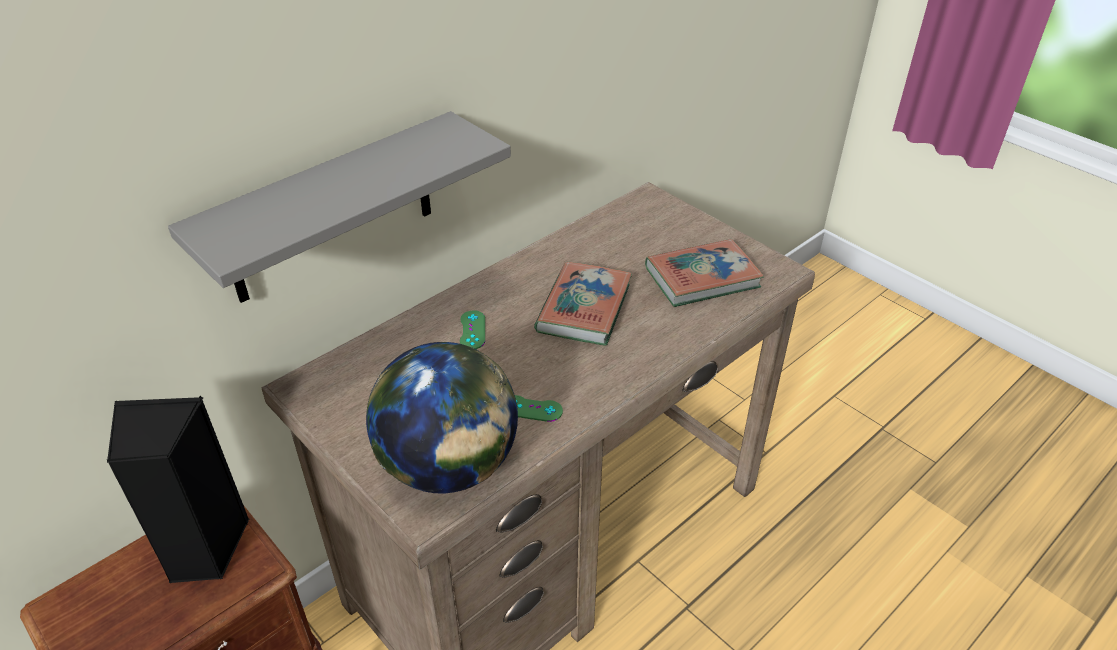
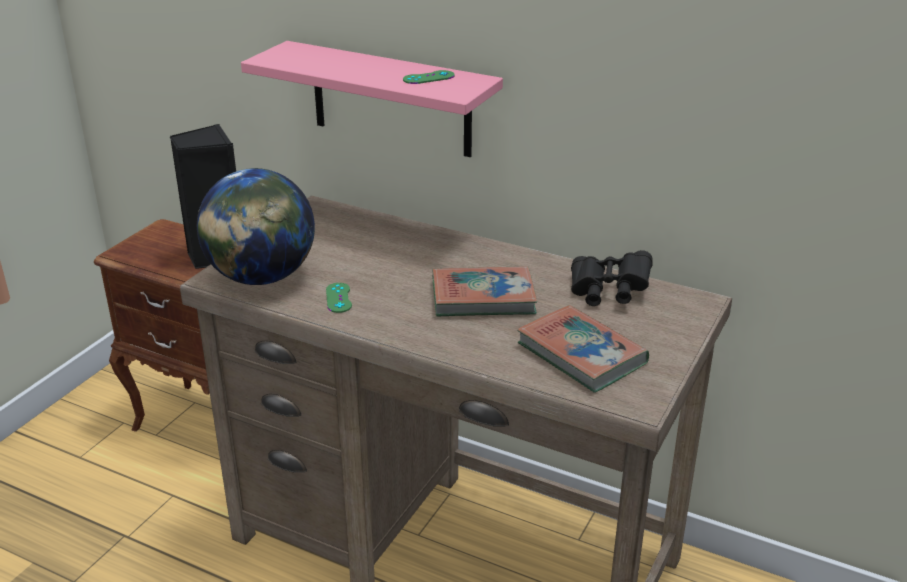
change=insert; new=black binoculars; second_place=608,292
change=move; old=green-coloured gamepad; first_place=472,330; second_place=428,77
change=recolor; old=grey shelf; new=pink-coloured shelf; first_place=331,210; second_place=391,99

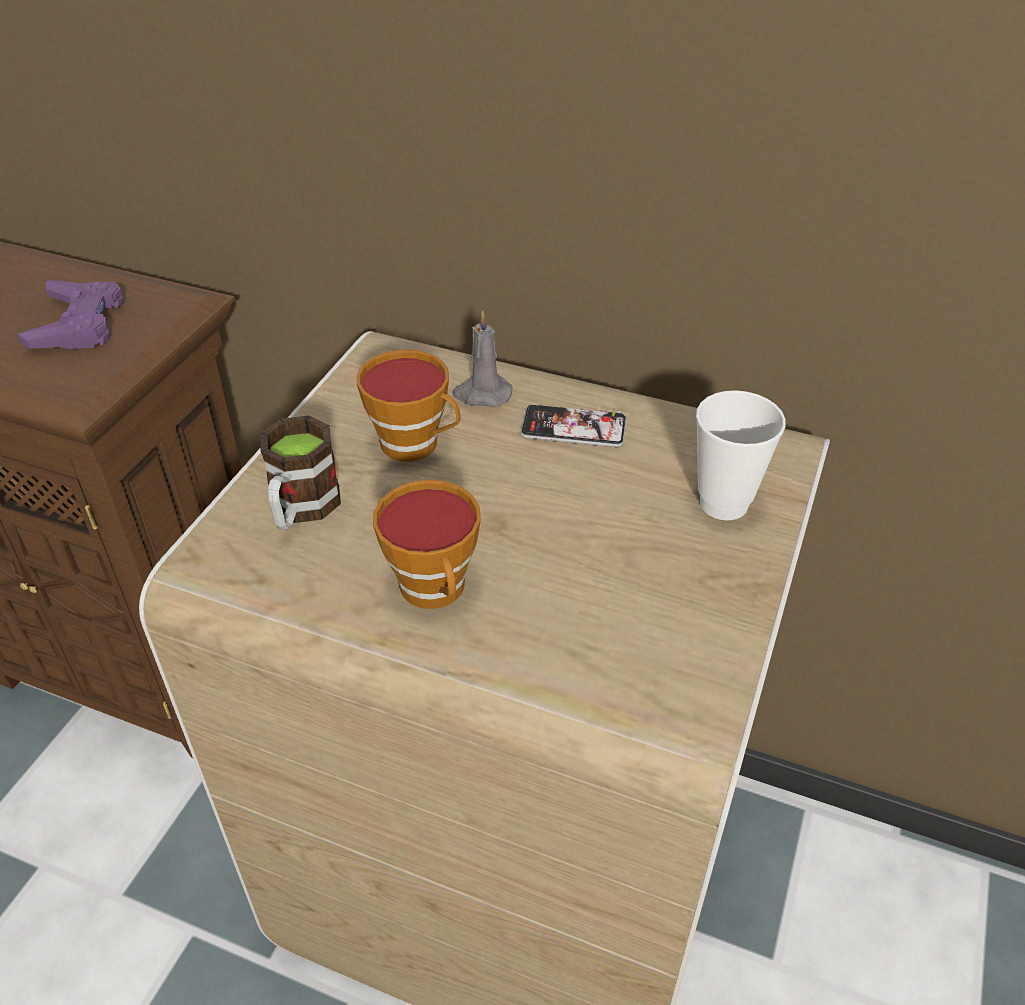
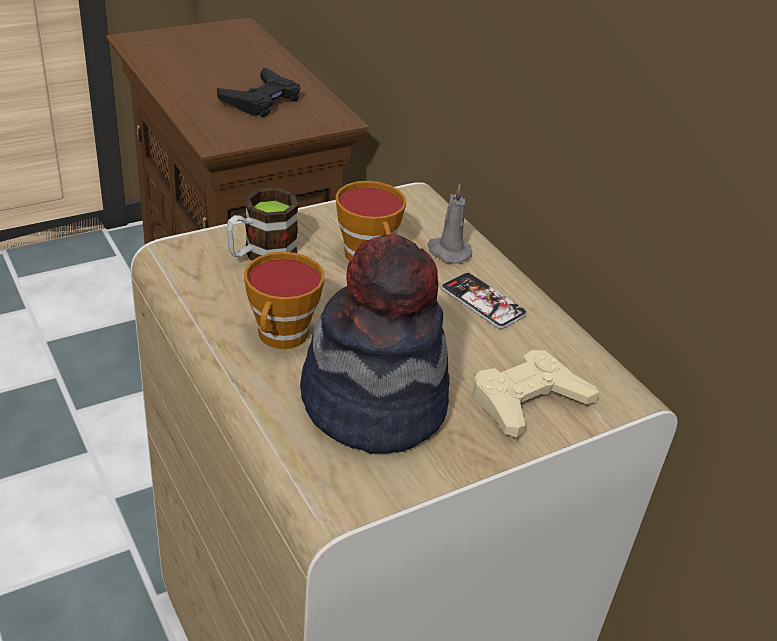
change=insert; new=hat; second_place=373,403
change=replace; old=small cup; new=beige-coloured gamepad; first_place=723,503; second_place=528,400
change=recolor; old=purple gamepad; new=black gamepad; first_place=78,324; second_place=262,100

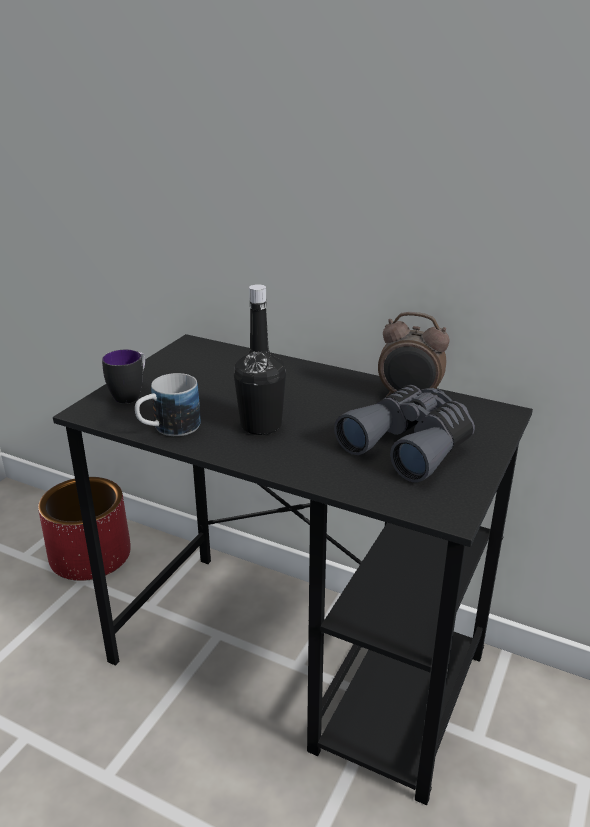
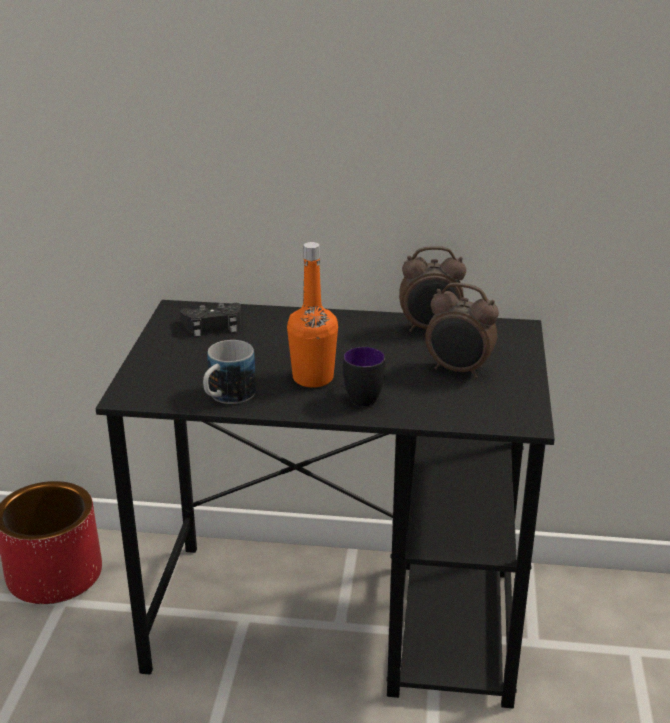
change=insert; new=black gamepad; second_place=213,325
change=move; old=tea mug; first_place=131,395; second_place=363,395
change=replace; old=grey binoculars; new=bedside clock; first_place=410,445; second_place=458,371
change=recolor; old=black bottle; new=orangey bottle; first_place=261,425; second_place=313,378

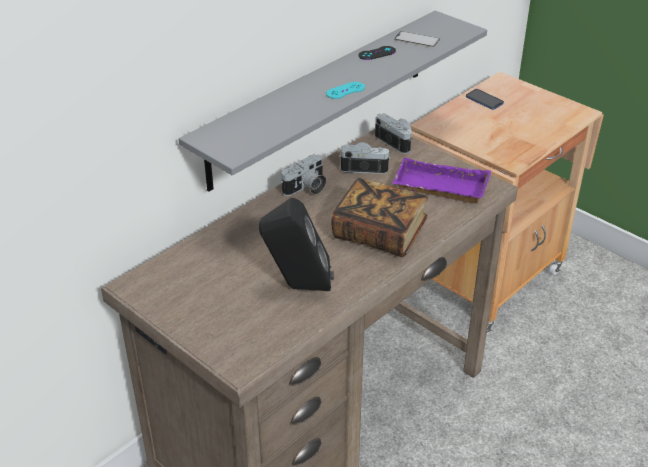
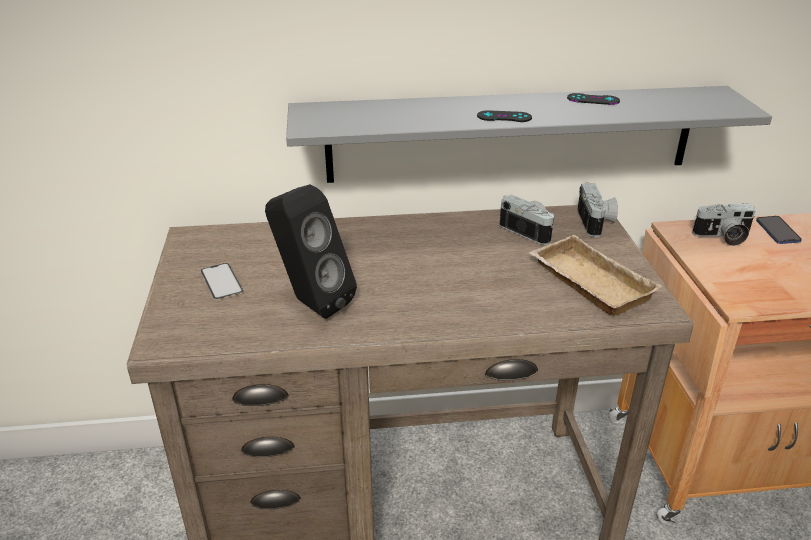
change=delete; old=book; first_place=379,233
change=move; old=still camera; first_place=306,188; second_place=722,237
change=move; old=telephone; first_place=417,39; second_place=221,281
change=recolor; old=turquoise gamepad; new=black gamepad; first_place=345,90; second_place=504,117
change=recolor; old=purple tray; new=beige-coloured tray; first_place=439,188; second_place=586,282

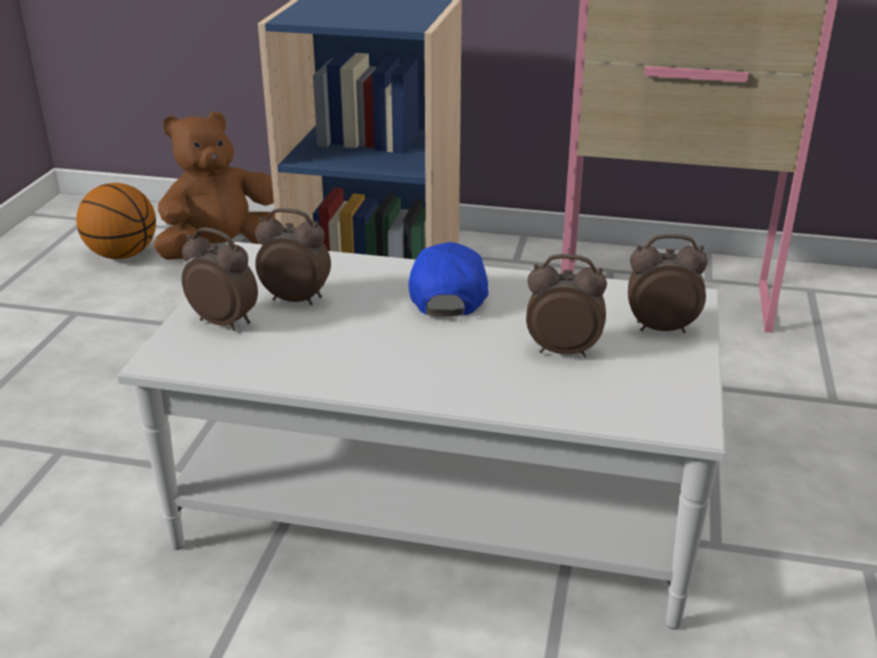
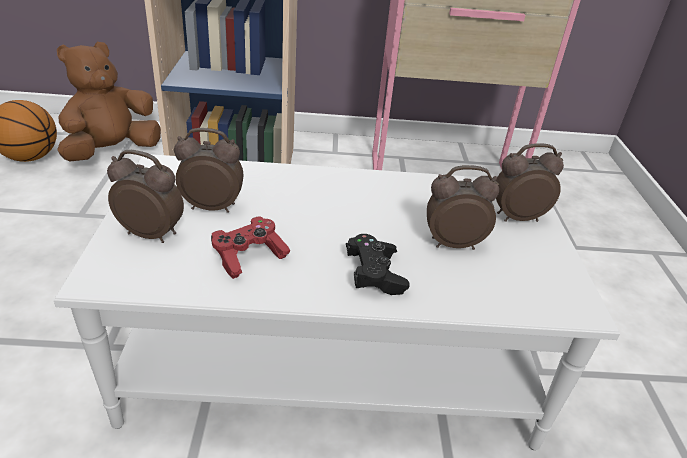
change=delete; old=blue peaked cap; first_place=449,294
change=insert; new=red gamepad; second_place=248,256
change=insert; new=black gamepad; second_place=374,274

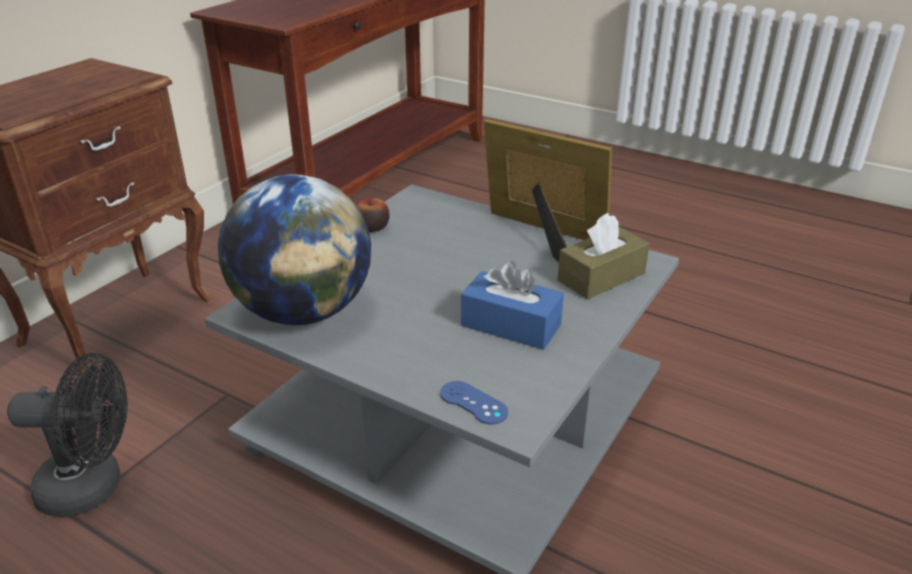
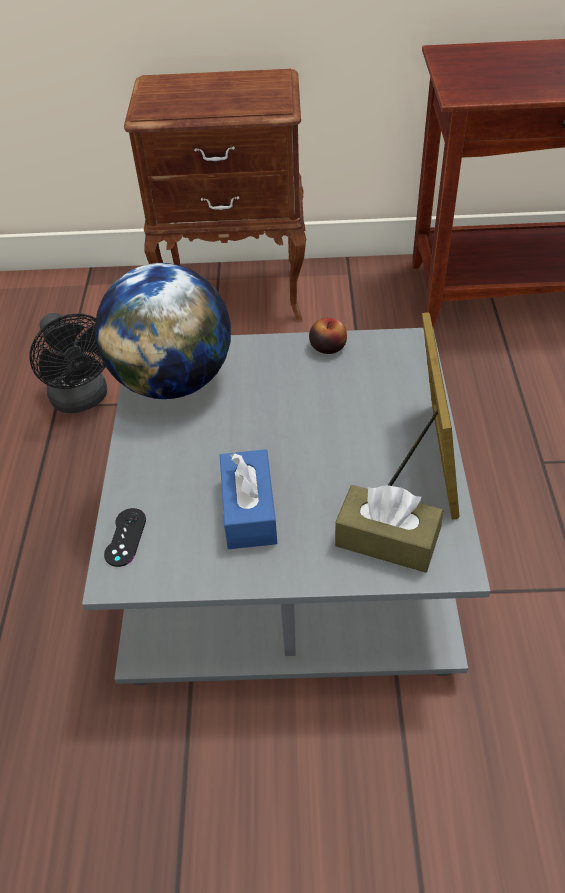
change=recolor; old=blue gamepad; new=black gamepad; first_place=473,403; second_place=125,537

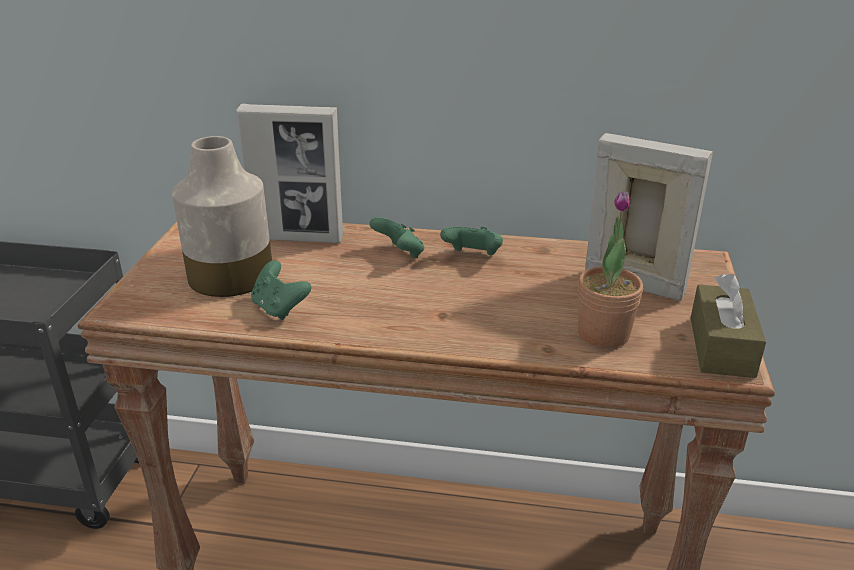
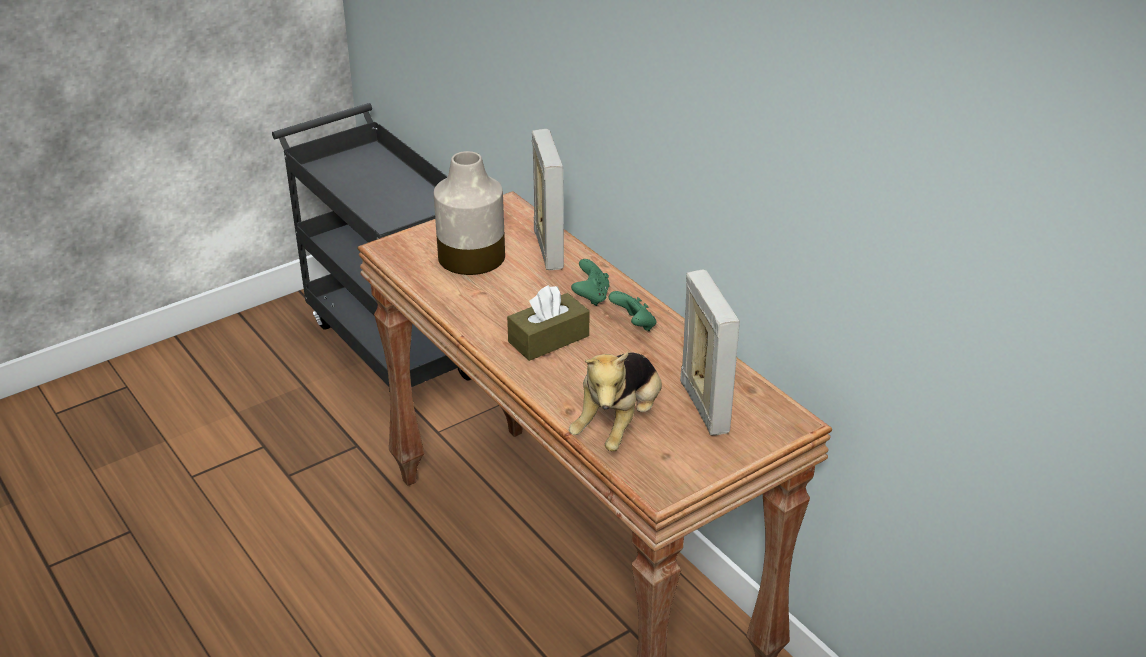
change=delete; old=green-coloured gamepad; first_place=279,308
change=move; old=brown-coloured tissue holder; first_place=721,346; second_place=548,339
change=replace; old=houseplant; new=plush toy; first_place=603,334; second_place=619,423
change=rotate; old=picture frame; first_place=298,238; second_place=548,249; degrees=-150

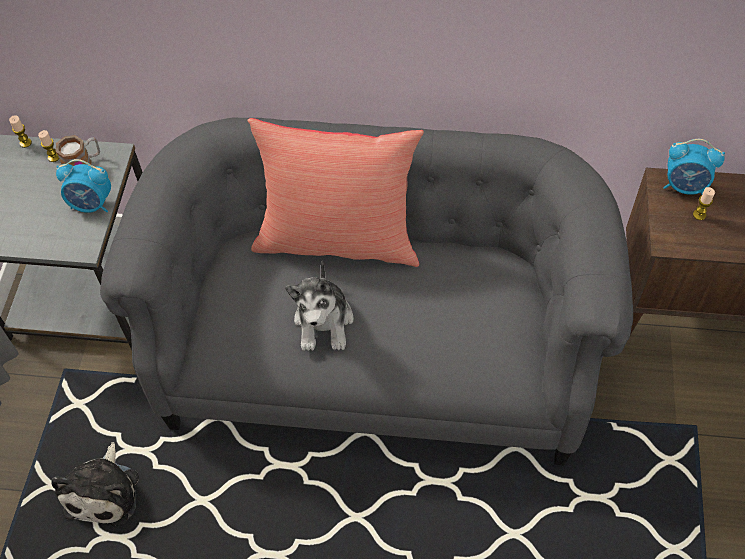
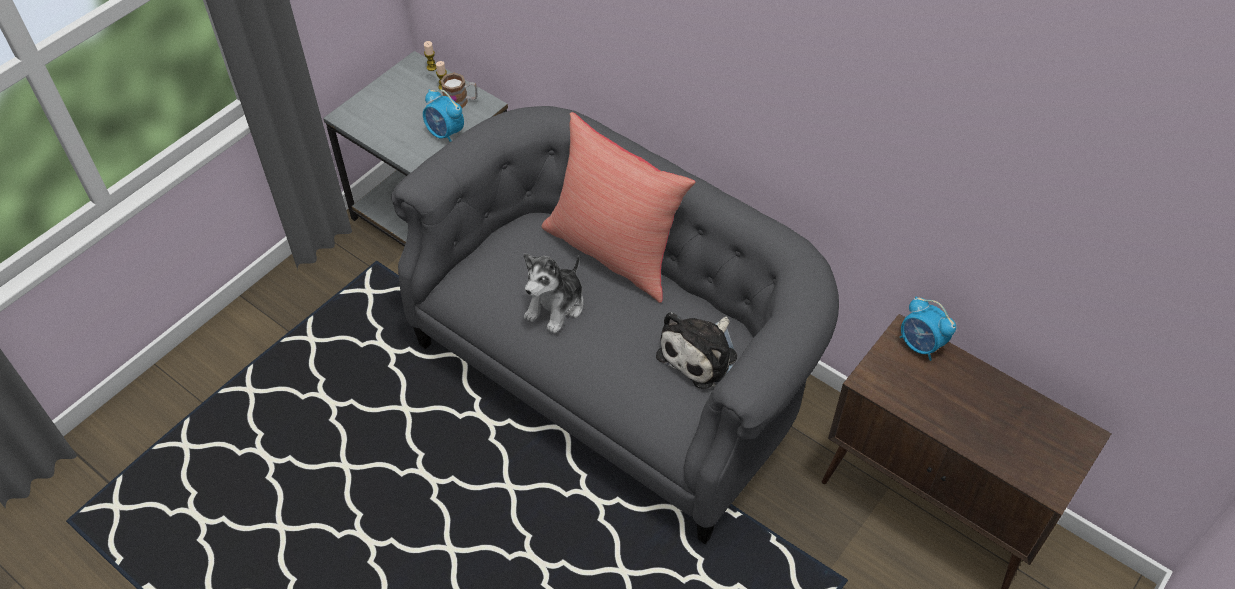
change=delete; old=candle; first_place=699,215
change=move; old=plush toy; first_place=104,490; second_place=701,354

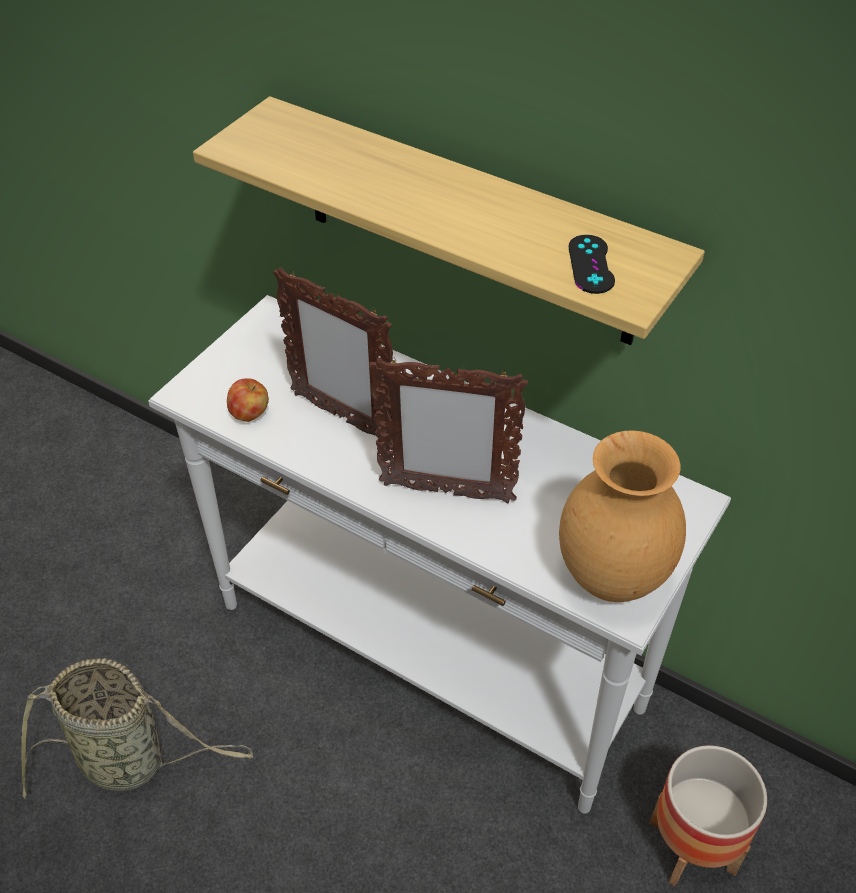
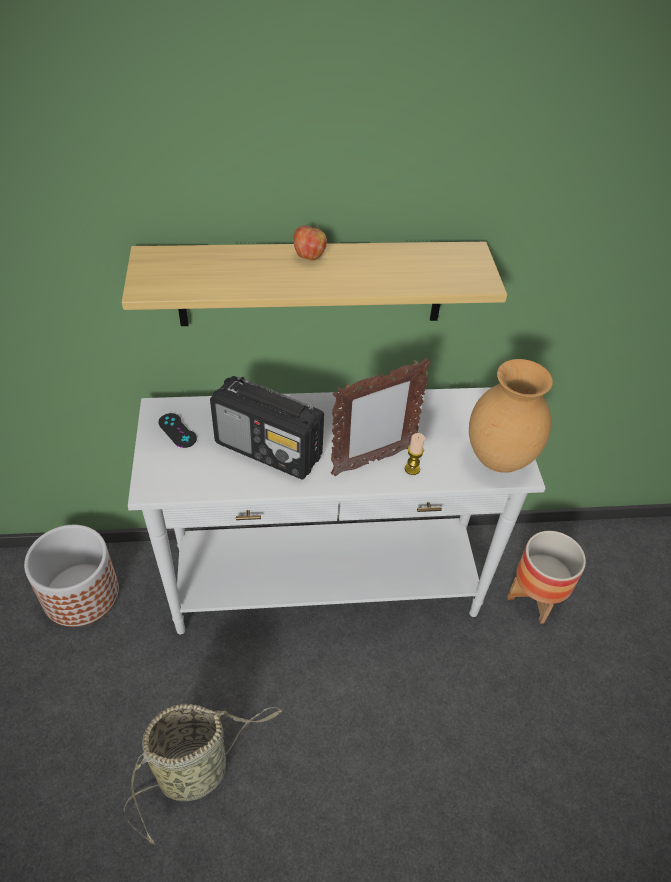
change=insert; new=flower pot; second_place=81,593
change=insert; new=candle; second_place=412,469
change=move; old=whole apple; first_place=250,414; second_place=309,256
change=move; old=black gamepad; first_place=591,264; second_place=177,430
change=replace; old=picture frame; new=radio receiver; first_place=341,417; second_place=269,450

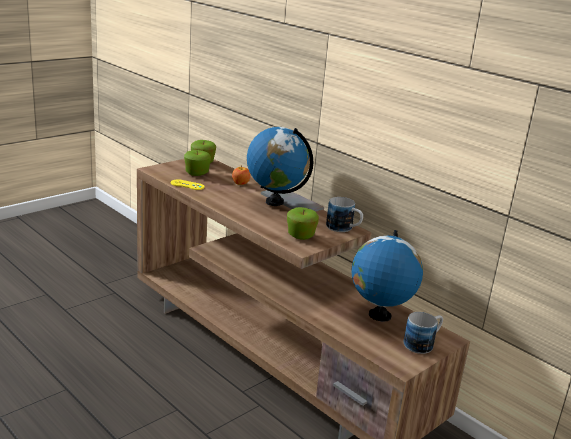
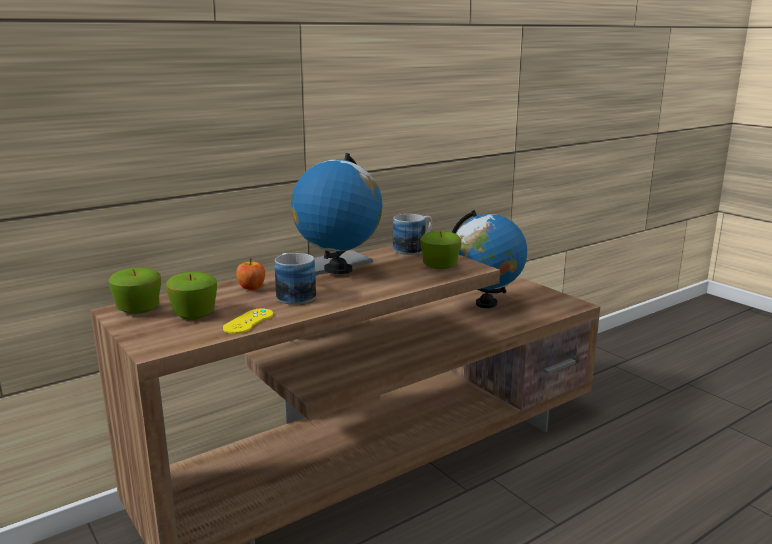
change=move; old=tea mug; first_place=423,343; second_place=293,294

